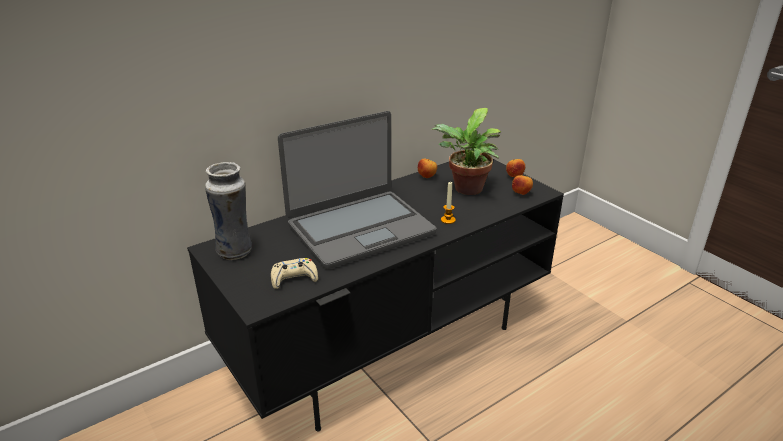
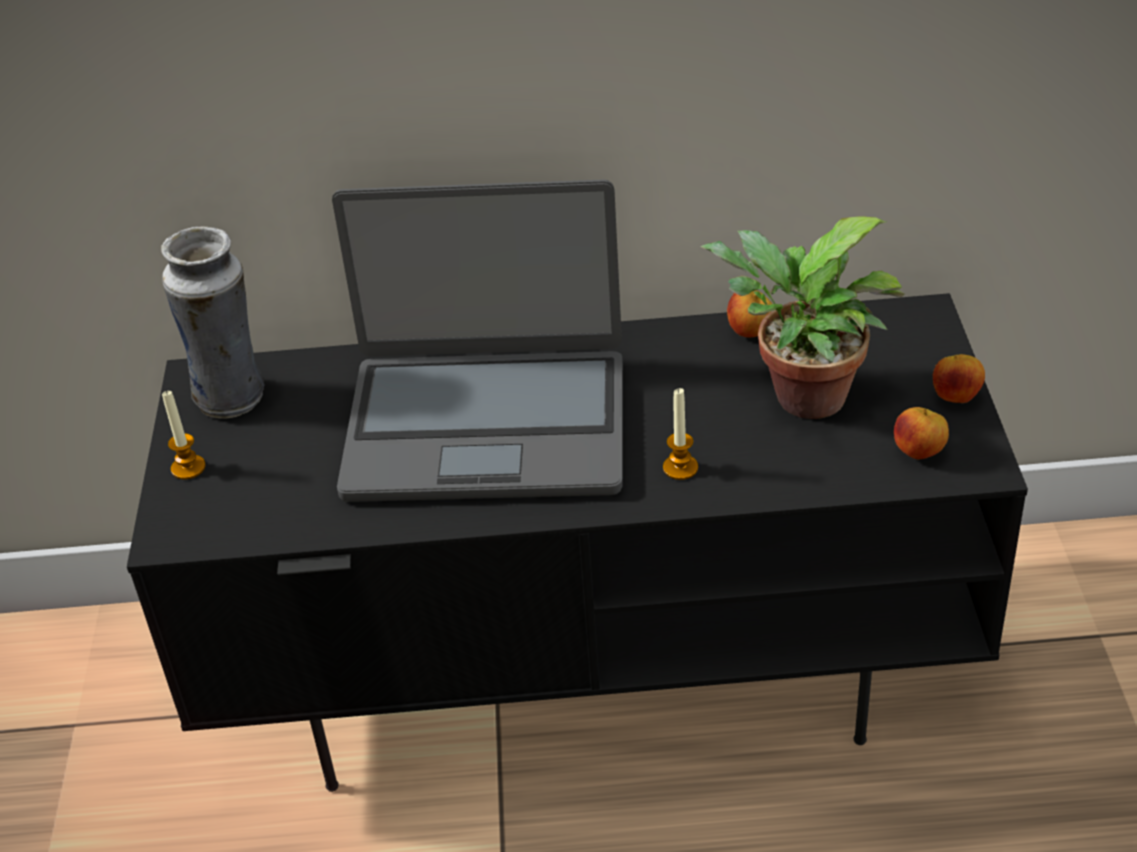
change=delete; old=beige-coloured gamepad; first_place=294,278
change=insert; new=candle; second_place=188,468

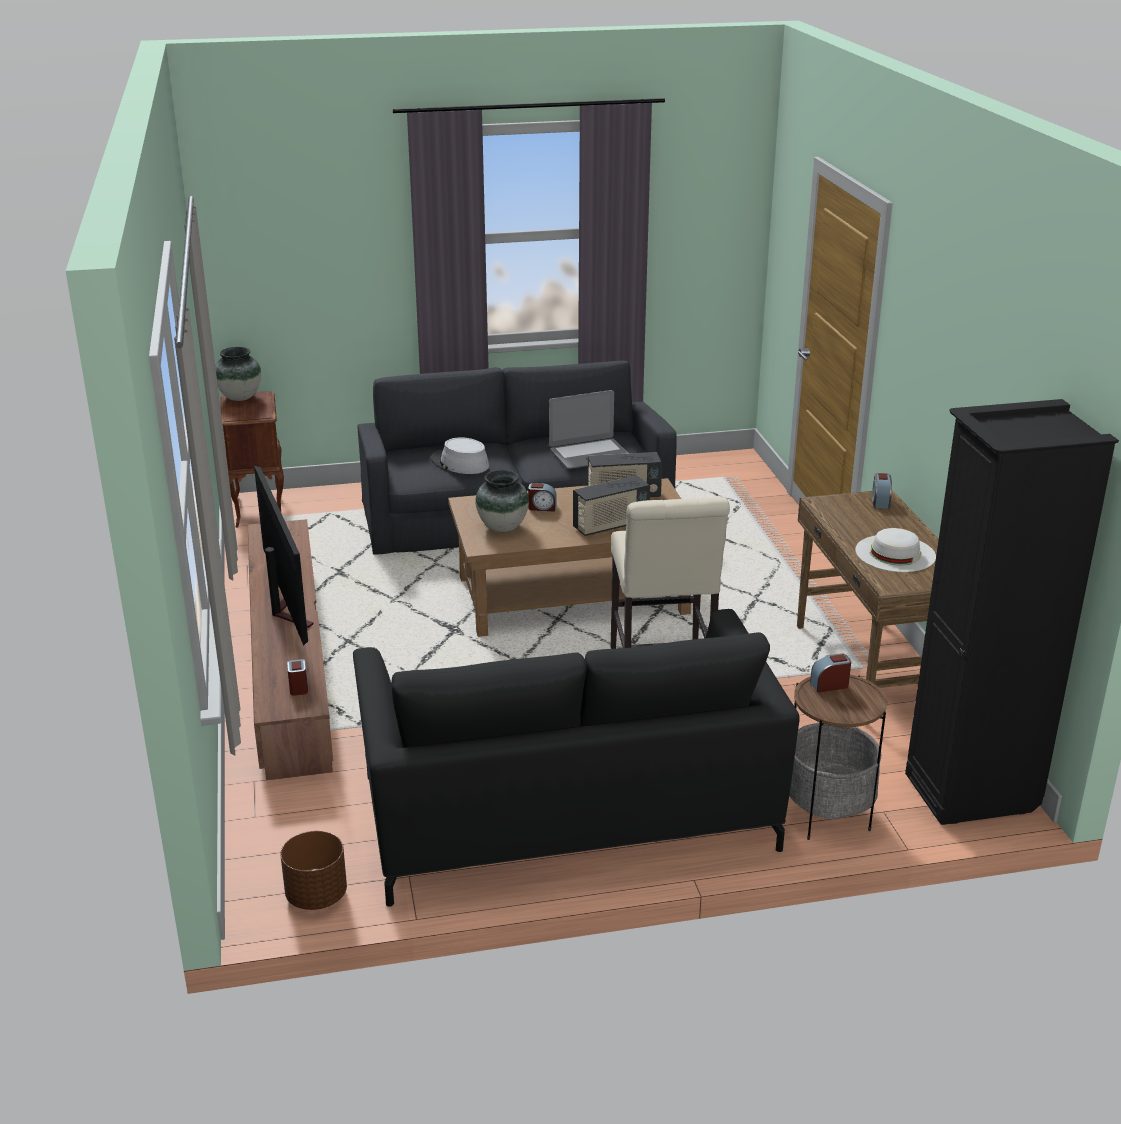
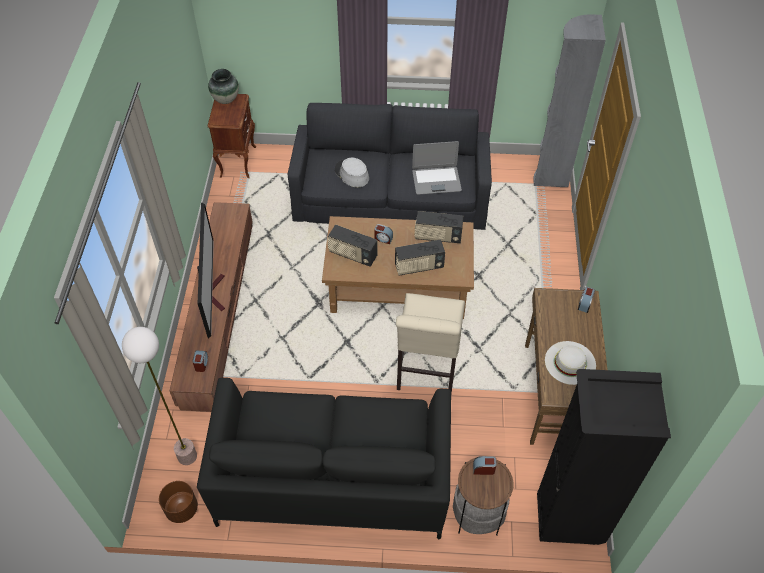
change=insert; new=floor lamp; second_place=187,456
change=insert; new=grey bookcase; second_place=550,178
change=replace; old=vase; new=radio receiver; first_place=503,527; second_place=352,254

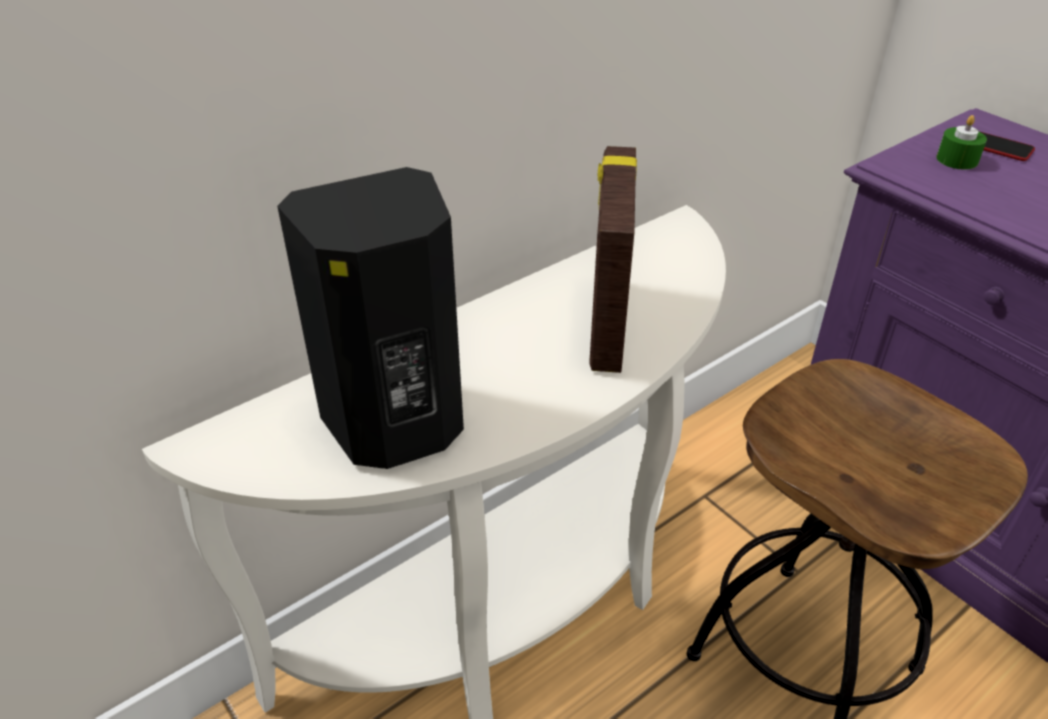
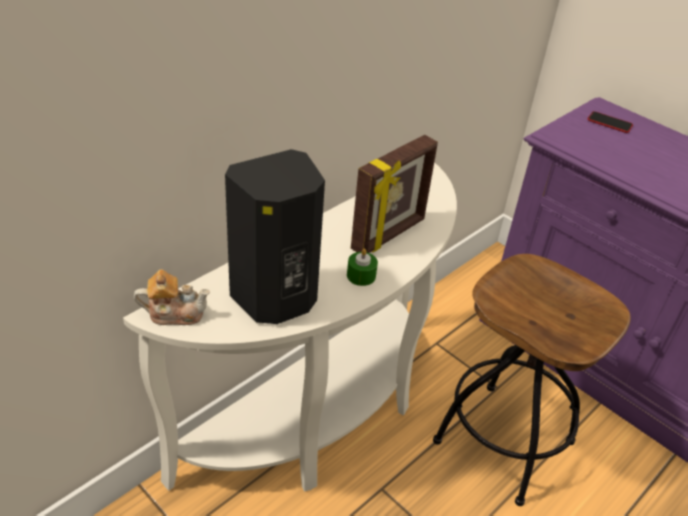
change=insert; new=tea pot; second_place=174,313
change=move; old=green-coloured candle; first_place=957,160; second_place=361,276
change=rotate; old=picture frame; first_place=605,324; second_place=389,235; degrees=-135

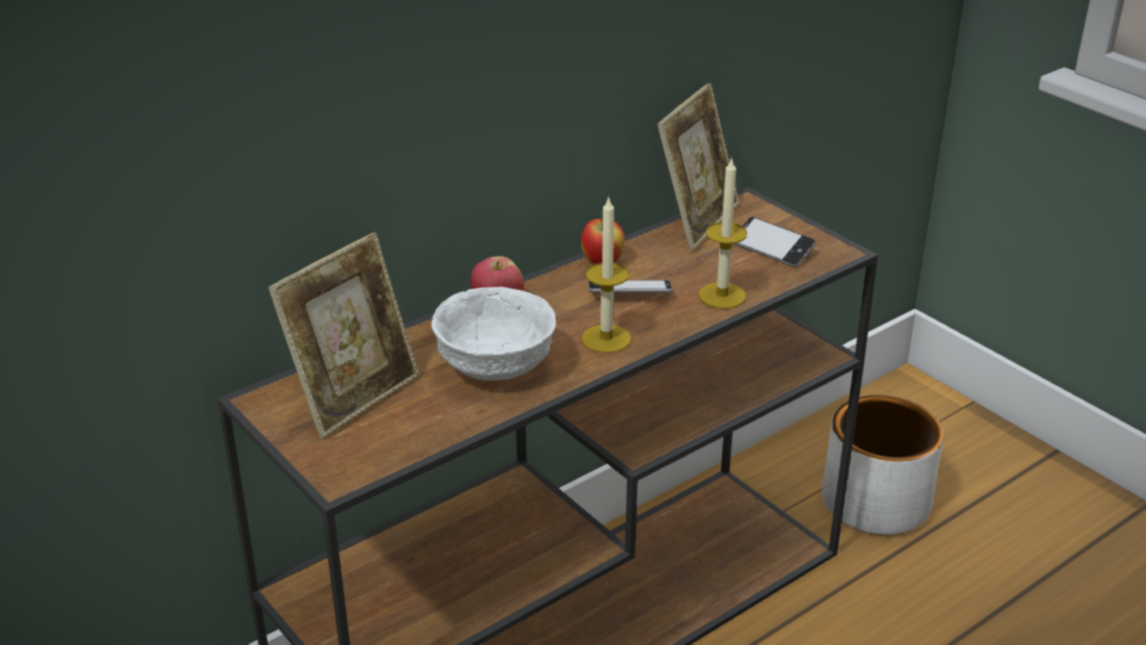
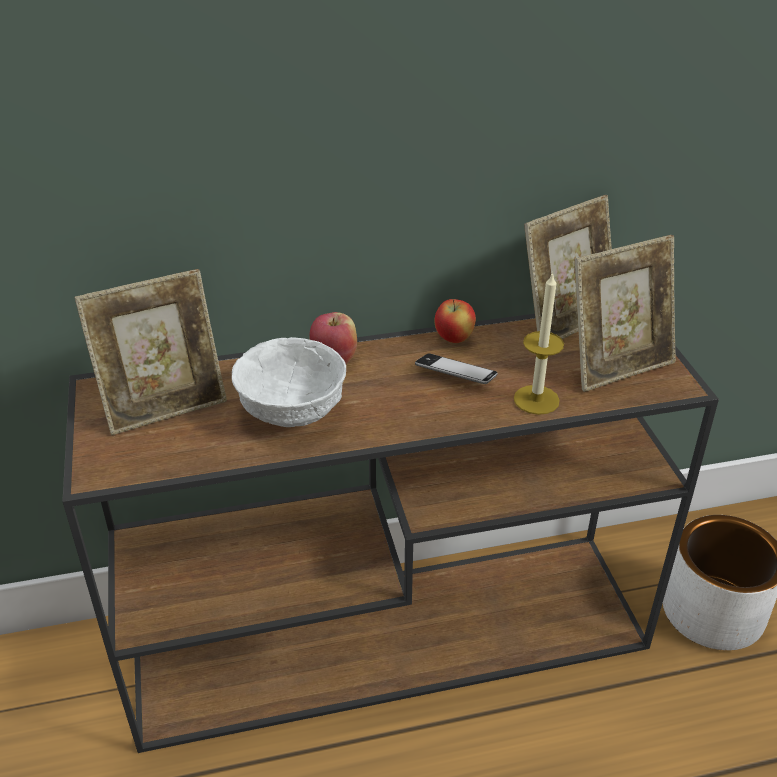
change=delete; old=candle; first_place=606,339
change=replace; old=telephone; new=picture frame; first_place=772,248; second_place=617,365

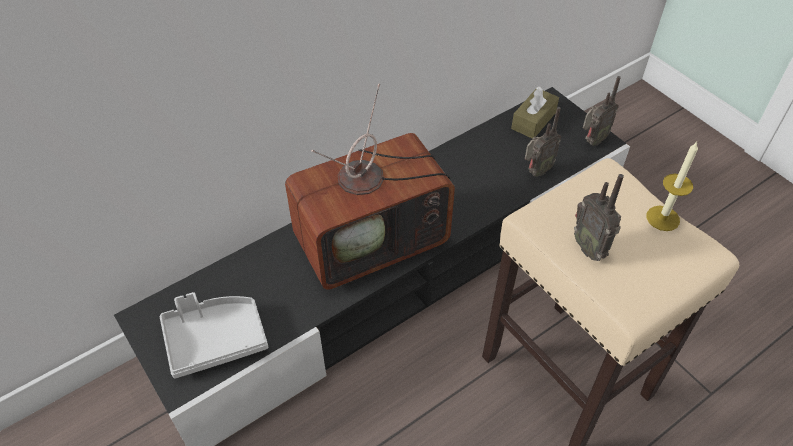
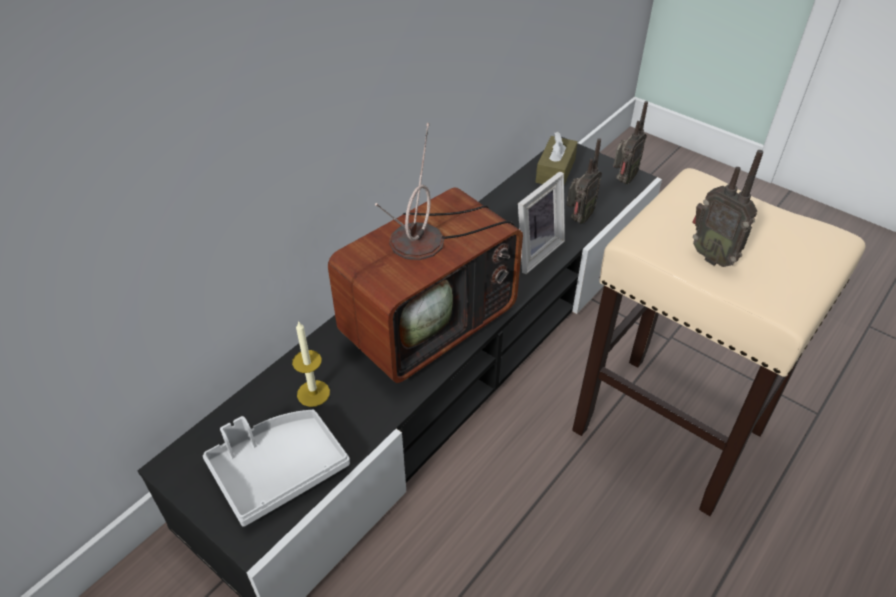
change=insert; new=picture frame; second_place=533,251
change=move; old=candle; first_place=663,218; second_place=313,393

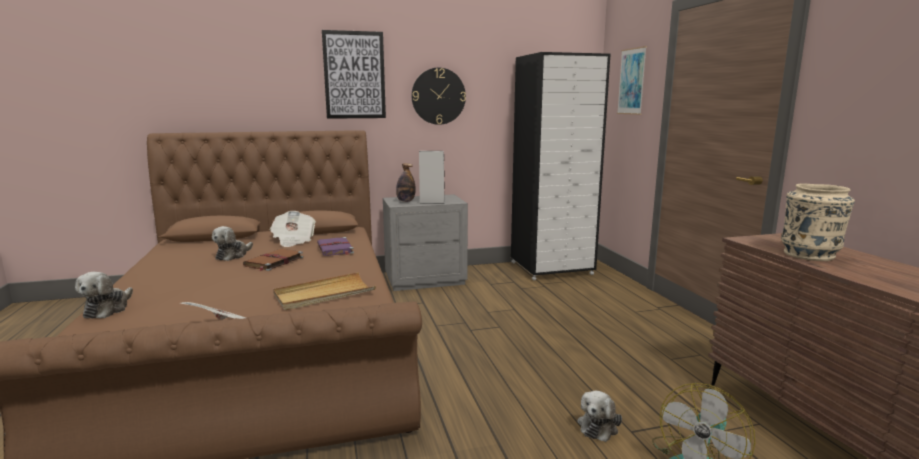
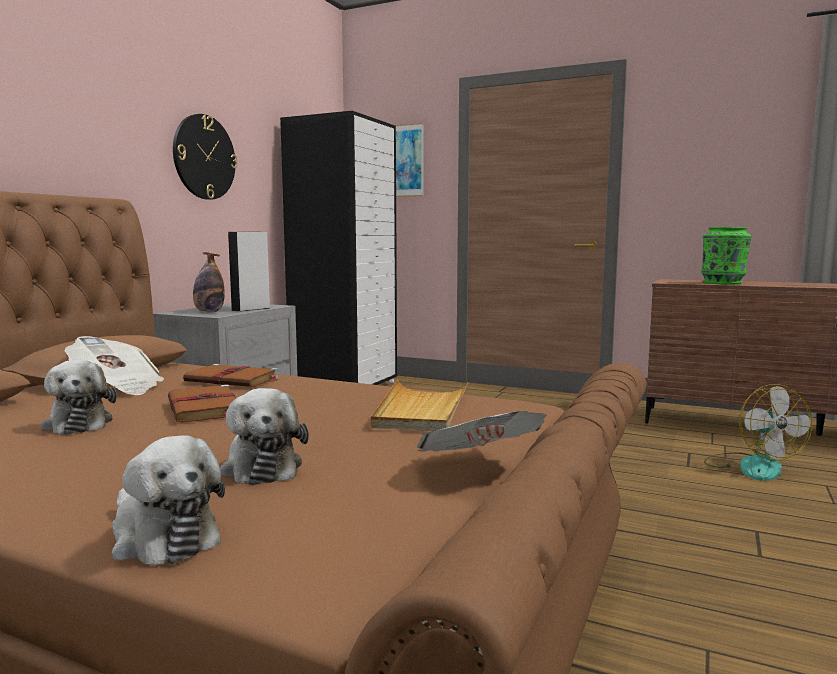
change=delete; old=wall art; first_place=354,75
change=move; old=plush toy; first_place=598,425; second_place=261,467
change=recolor; old=purple book; new=brown-coloured book; first_place=335,249; second_place=233,380
change=recolor; old=beige-coloured vase; new=green-coloured vase; first_place=810,255; second_place=723,283

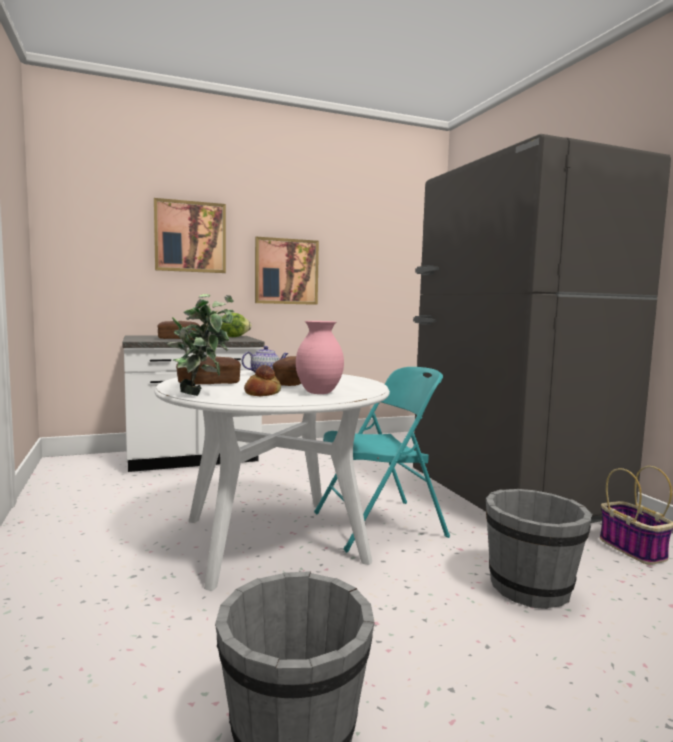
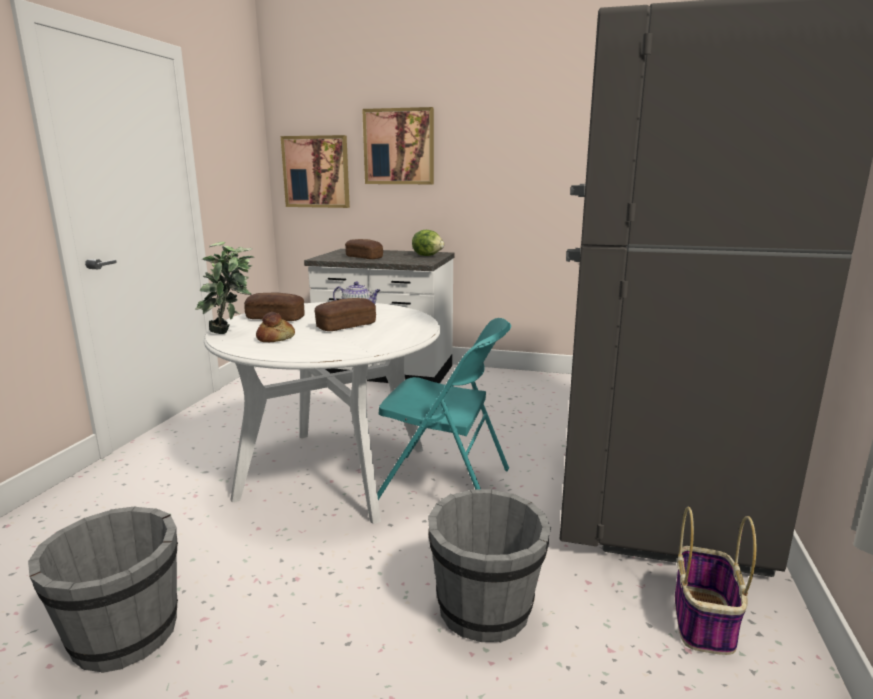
change=delete; old=pink-coloured vase; first_place=319,393
change=move; old=wall art; first_place=286,271; second_place=316,172

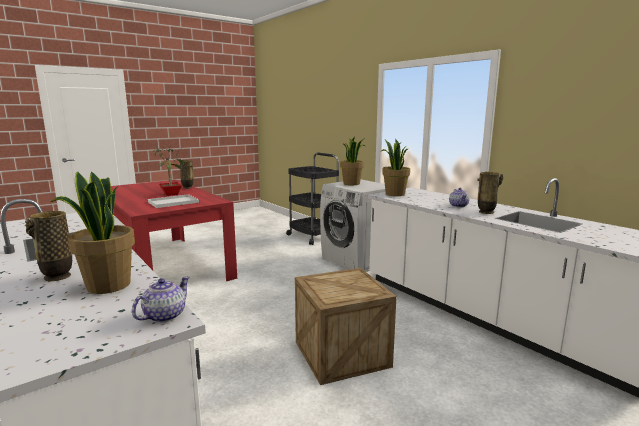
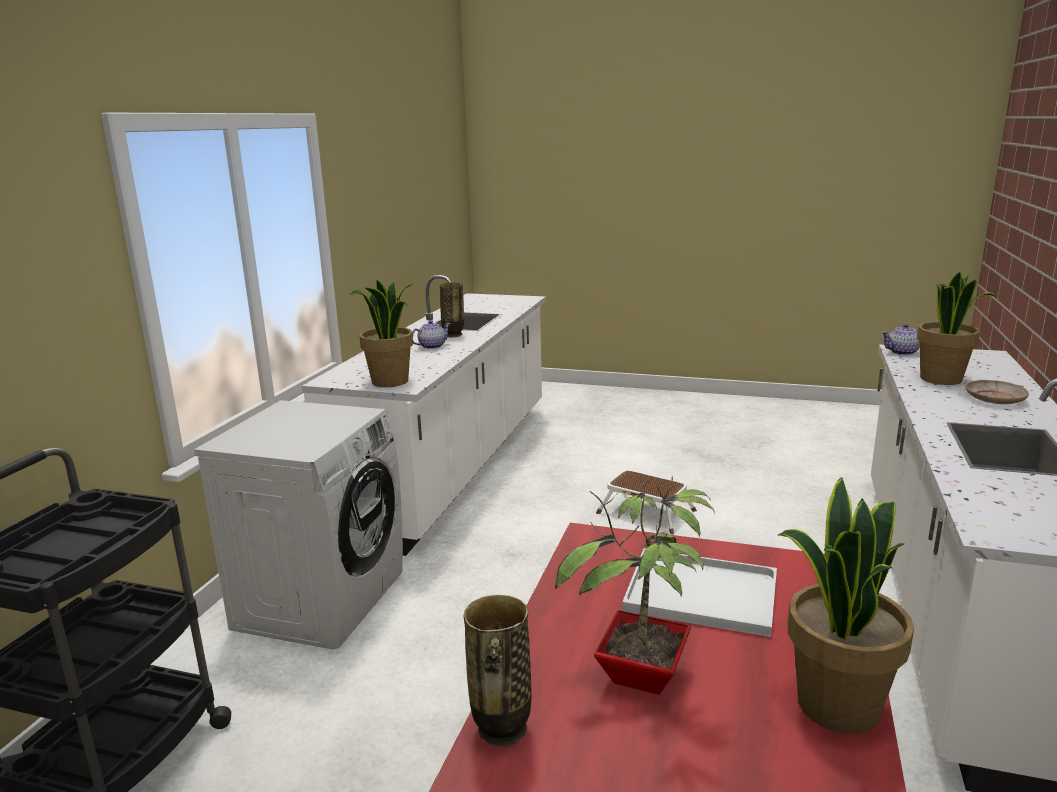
change=move; old=houseplant; first_place=352,184; second_place=836,705
change=replace; old=vase; new=beige-coloured plate; first_place=57,277; second_place=995,399
change=replace; old=crate; new=brown-coloured stepladder; first_place=341,354; second_place=646,512

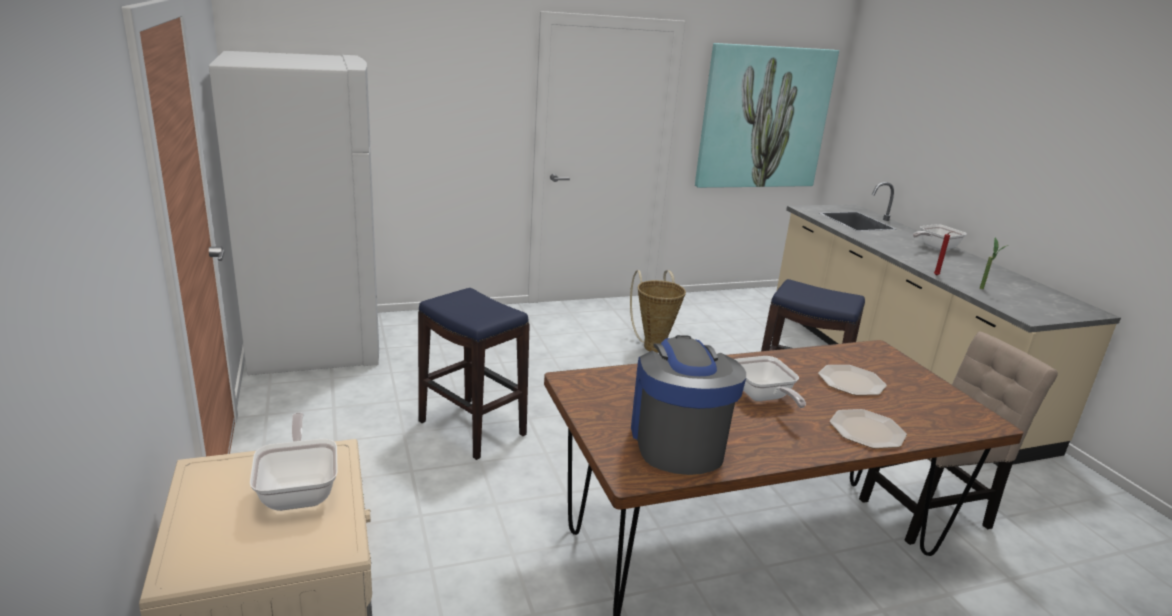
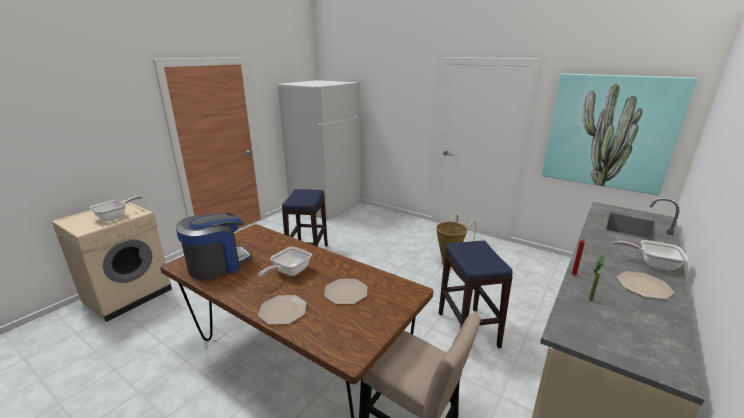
change=insert; new=plate; second_place=643,286

